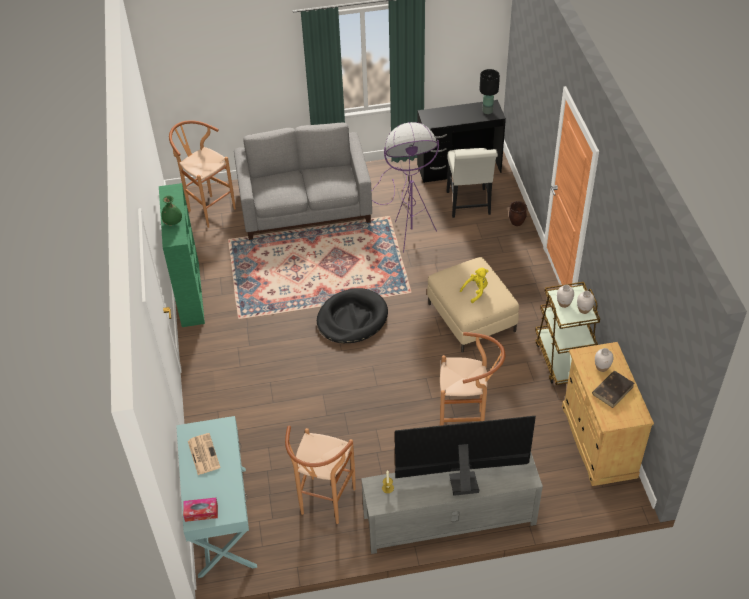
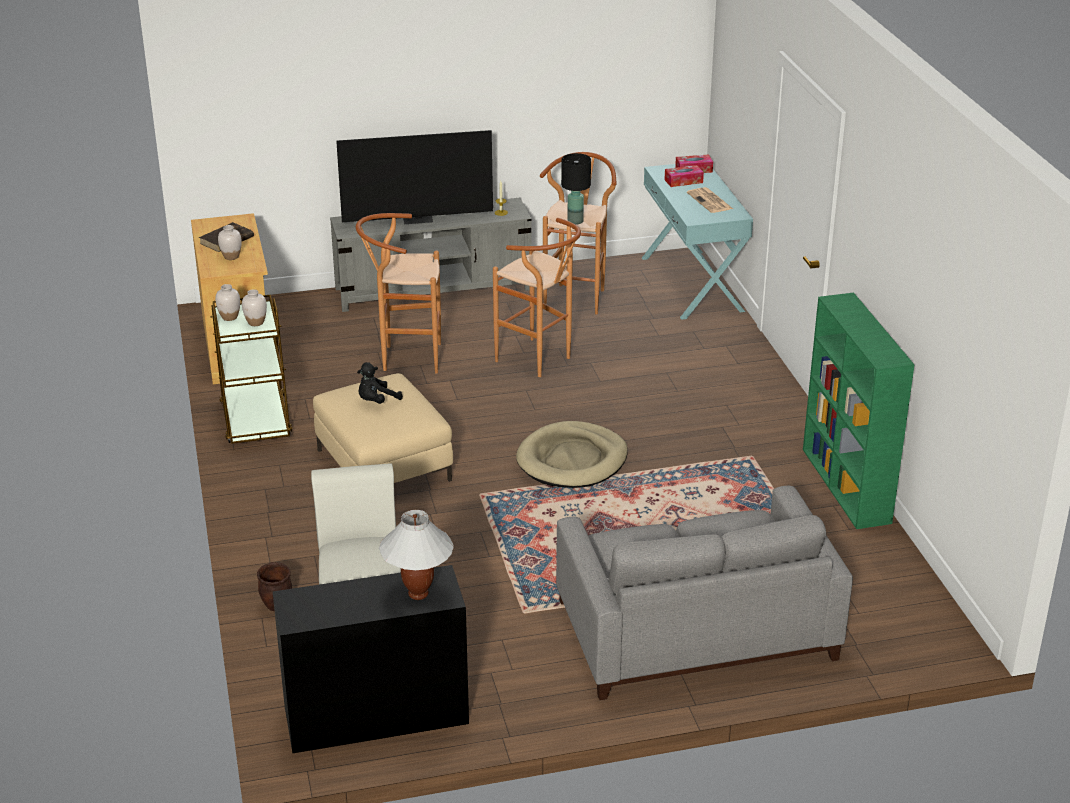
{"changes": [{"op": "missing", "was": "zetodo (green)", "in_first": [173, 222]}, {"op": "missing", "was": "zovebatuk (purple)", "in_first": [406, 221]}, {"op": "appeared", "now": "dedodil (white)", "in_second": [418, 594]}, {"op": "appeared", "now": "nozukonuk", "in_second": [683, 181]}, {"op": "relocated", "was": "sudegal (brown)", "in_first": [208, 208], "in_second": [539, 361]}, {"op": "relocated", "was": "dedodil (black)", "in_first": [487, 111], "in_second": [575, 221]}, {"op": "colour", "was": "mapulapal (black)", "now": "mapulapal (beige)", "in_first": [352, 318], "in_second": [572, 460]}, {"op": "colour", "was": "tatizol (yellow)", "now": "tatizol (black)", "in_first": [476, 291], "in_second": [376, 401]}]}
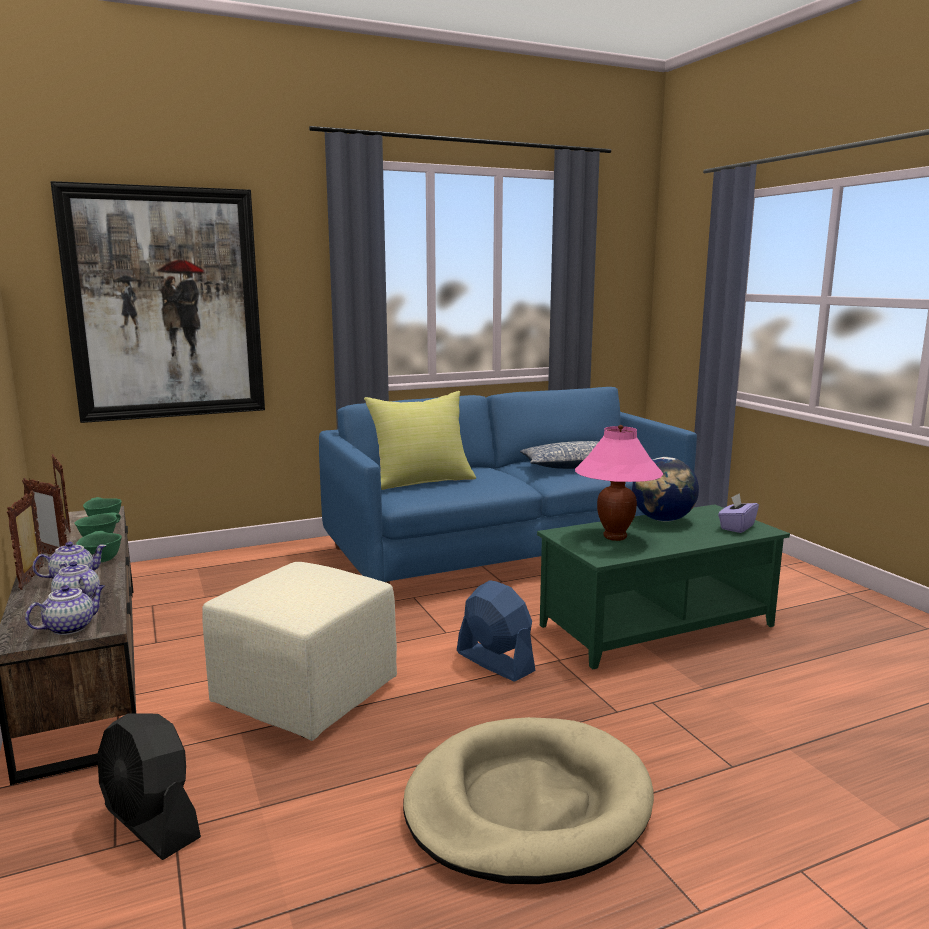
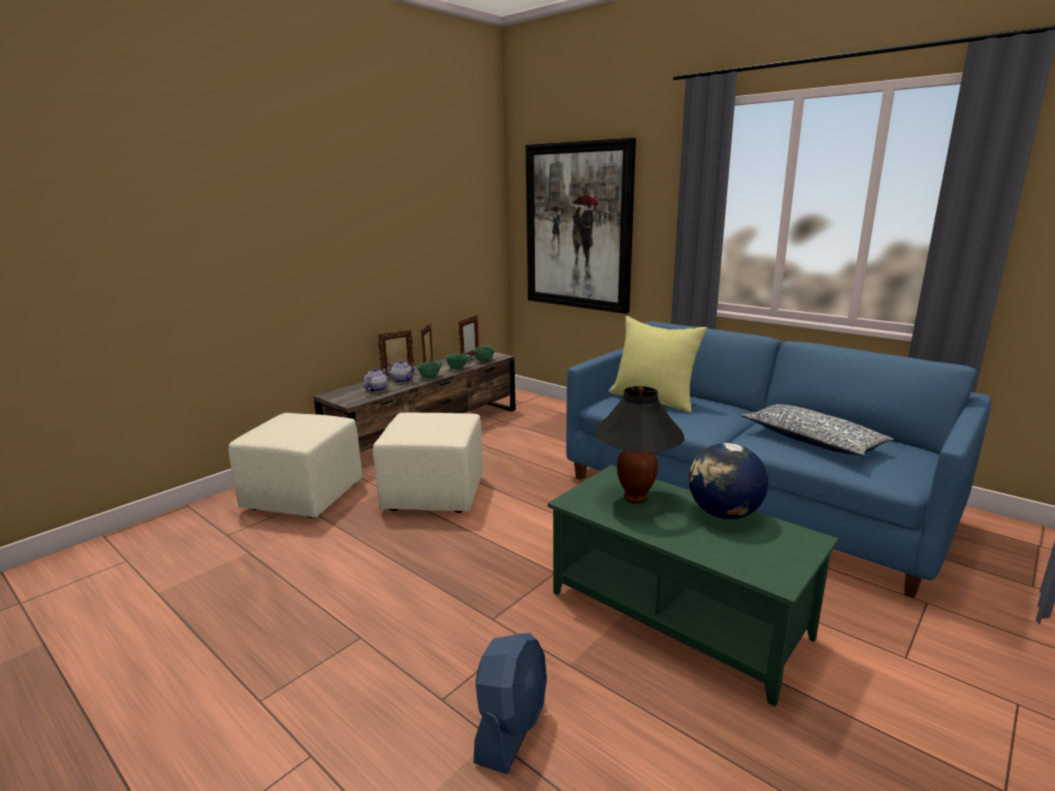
{"changes": [{"op": "missing", "was": "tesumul", "in_first": [70, 627]}, {"op": "missing", "was": "mapulapal (beige)", "in_first": [527, 805]}, {"op": "missing", "was": "nozukonuk (purple)", "in_first": [736, 527]}, {"op": "relocated", "was": "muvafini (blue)", "in_first": [494, 662], "in_second": [511, 726]}, {"op": "exchanged", "was": "muvafini (black)", "now": "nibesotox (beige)", "in_first": [151, 823], "in_second": [304, 497]}, {"op": "colour", "was": "dedodil (pink)", "now": "dedodil (black)", "in_first": [614, 537], "in_second": [635, 498]}]}
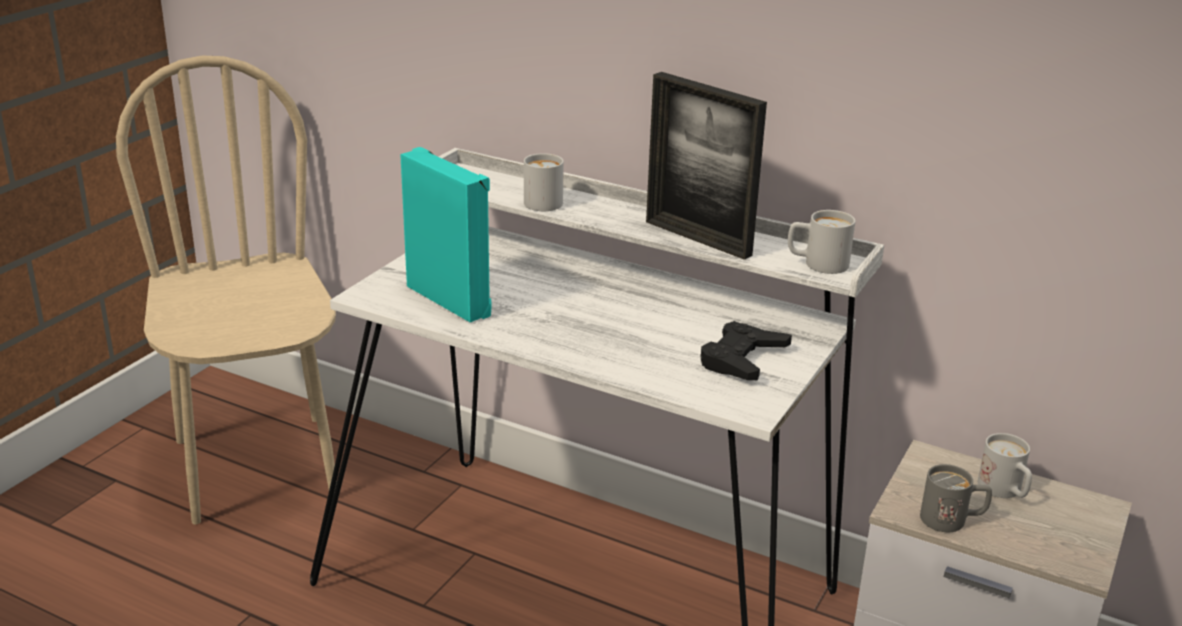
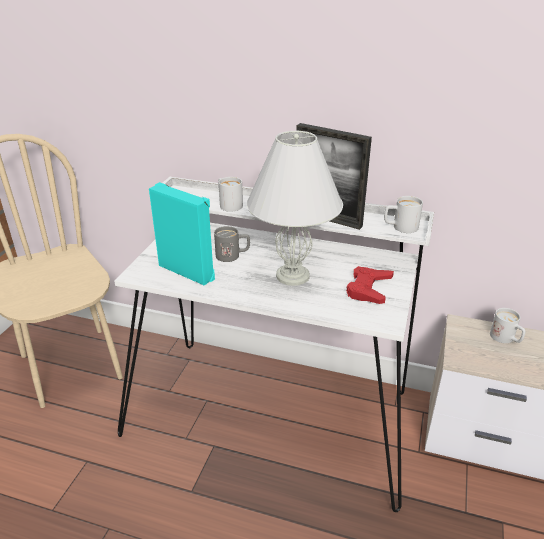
{"changes": [{"op": "appeared", "now": "dedodil (white)", "in_second": [292, 275]}, {"op": "relocated", "was": "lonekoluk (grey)", "in_first": [952, 520], "in_second": [233, 255]}, {"op": "colour", "was": "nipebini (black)", "now": "nipebini (red)", "in_first": [742, 359], "in_second": [368, 289]}]}
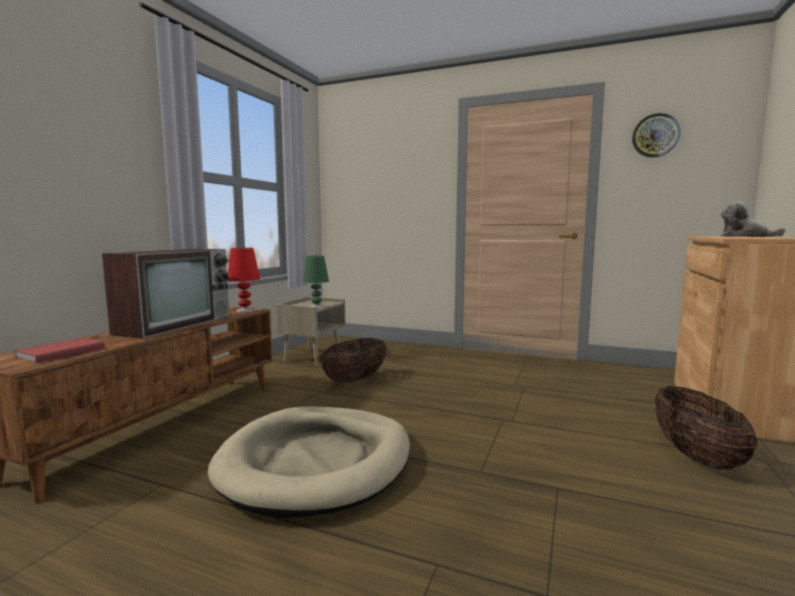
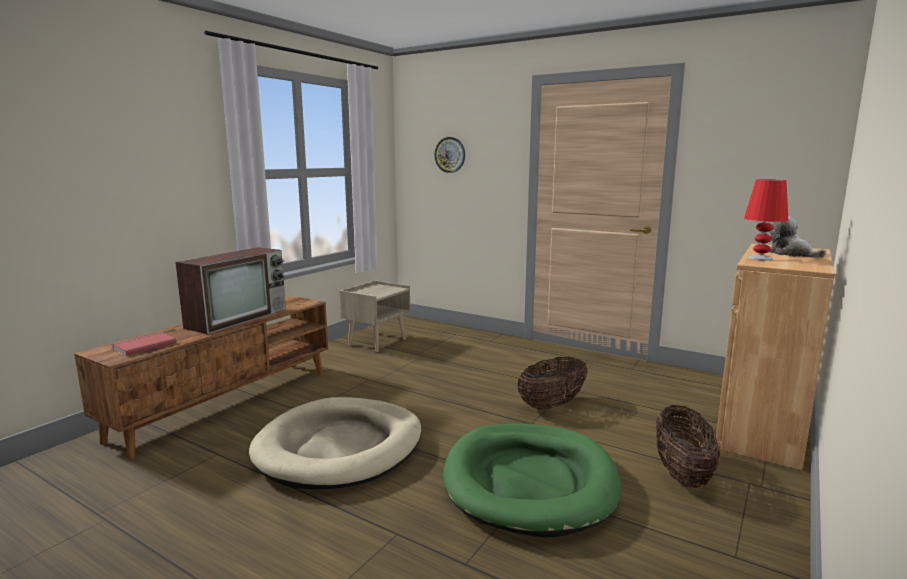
{"changes": [{"op": "missing", "was": "dedodil (green)", "in_first": [316, 306]}, {"op": "appeared", "now": "mapulapal (green)", "in_second": [529, 481]}, {"op": "relocated", "was": "dedodil (red)", "in_first": [245, 310], "in_second": [760, 258]}, {"op": "relocated", "was": "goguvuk", "in_first": [355, 380], "in_second": [552, 405]}, {"op": "relocated", "was": "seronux", "in_first": [655, 135], "in_second": [450, 155]}]}
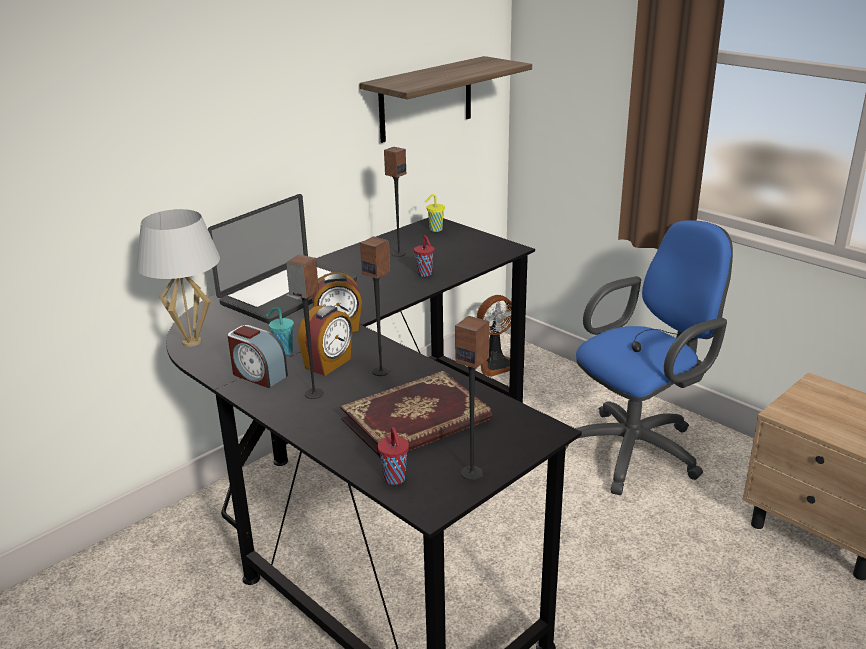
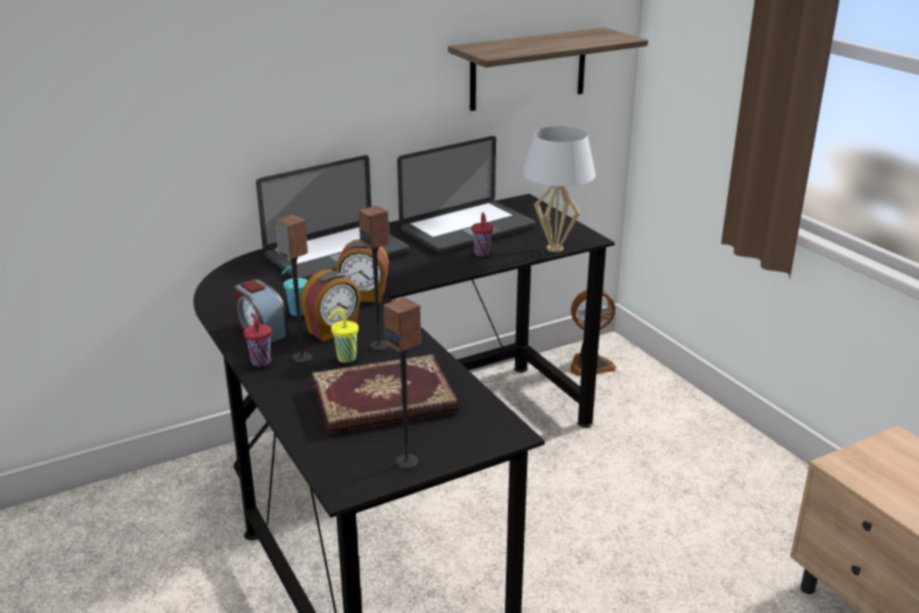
{"changes": [{"op": "missing", "was": "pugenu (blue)", "in_first": [638, 449]}, {"op": "relocated", "was": "dedodil (white)", "in_first": [192, 342], "in_second": [555, 249]}, {"op": "relocated", "was": "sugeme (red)", "in_first": [395, 479], "in_second": [260, 363]}, {"op": "relocated", "was": "sugeme (yellow)", "in_first": [435, 229], "in_second": [345, 358]}, {"op": "exchanged", "was": "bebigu", "now": "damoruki", "in_first": [398, 254], "in_second": [468, 229]}]}
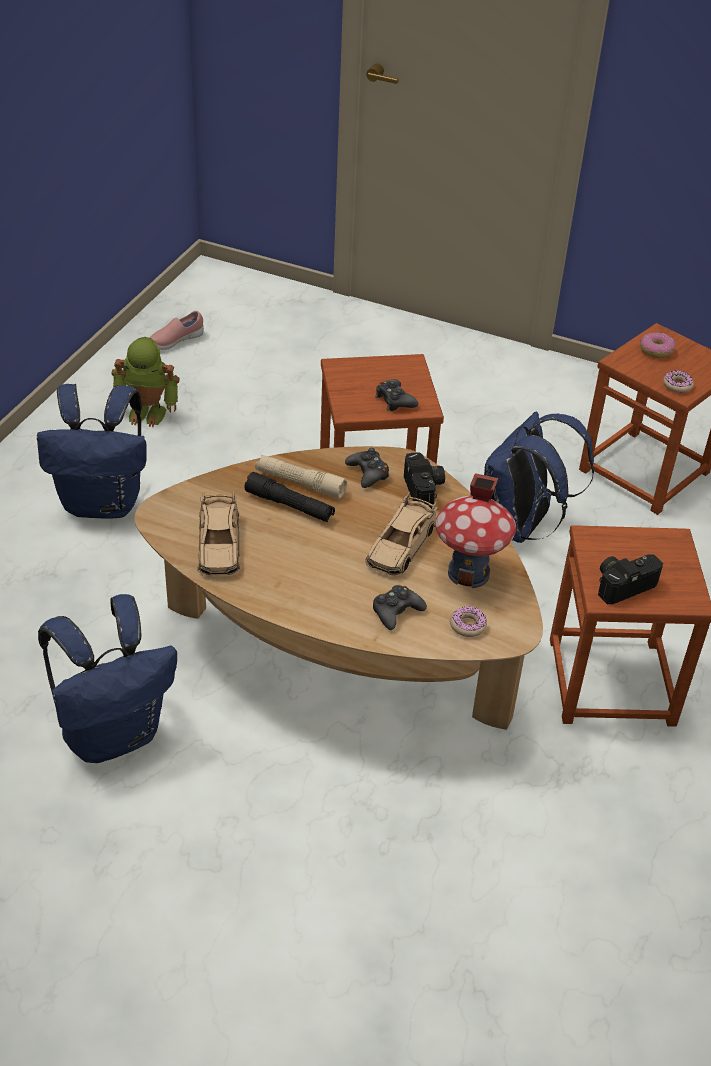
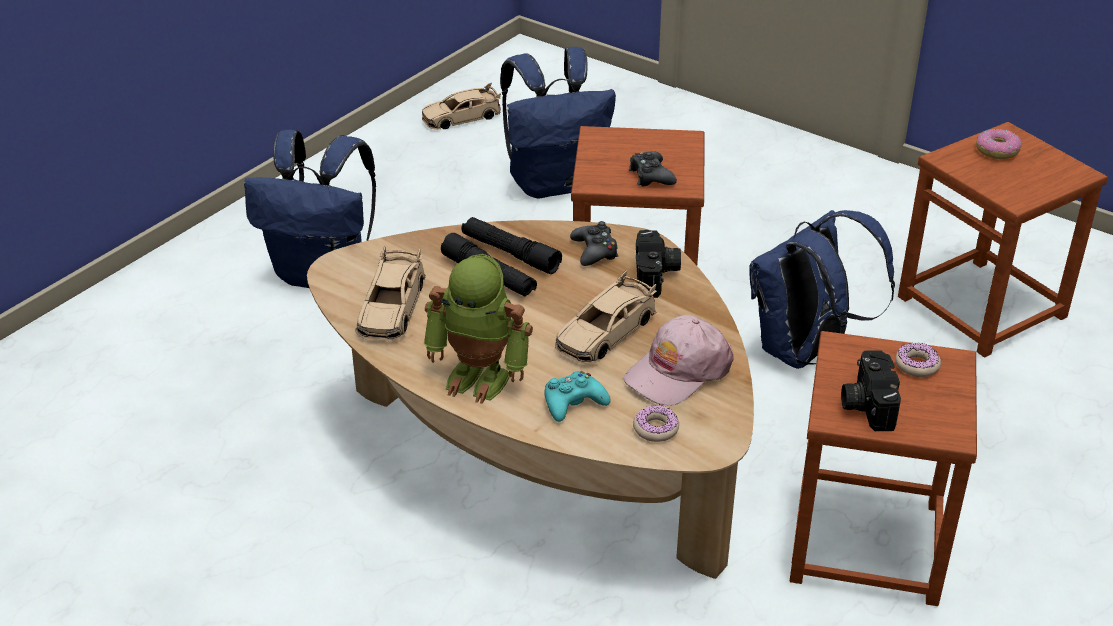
{"changes": [{"op": "relocated", "was": "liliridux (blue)", "in_first": [114, 734], "in_second": [553, 183]}, {"op": "relocated", "was": "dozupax", "in_first": [148, 412], "in_second": [480, 377]}, {"op": "relocated", "was": "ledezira", "in_first": [677, 385], "in_second": [917, 365]}, {"op": "exchanged", "was": "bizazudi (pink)", "now": "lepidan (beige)", "in_first": [175, 341], "in_second": [461, 117]}, {"op": "exchanged", "was": "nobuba", "now": "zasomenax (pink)", "in_first": [469, 573], "in_second": [678, 371]}, {"op": "colour", "was": "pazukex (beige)", "now": "pazukex (black)", "in_first": [300, 483], "in_second": [510, 253]}, {"op": "colour", "was": "nipebini (black)", "now": "nipebini (turquoise)", "in_first": [396, 611], "in_second": [573, 403]}, {"op": "spun", "was": "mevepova", "in_first": [623, 584], "in_second": [866, 403], "clockwise": -75}]}
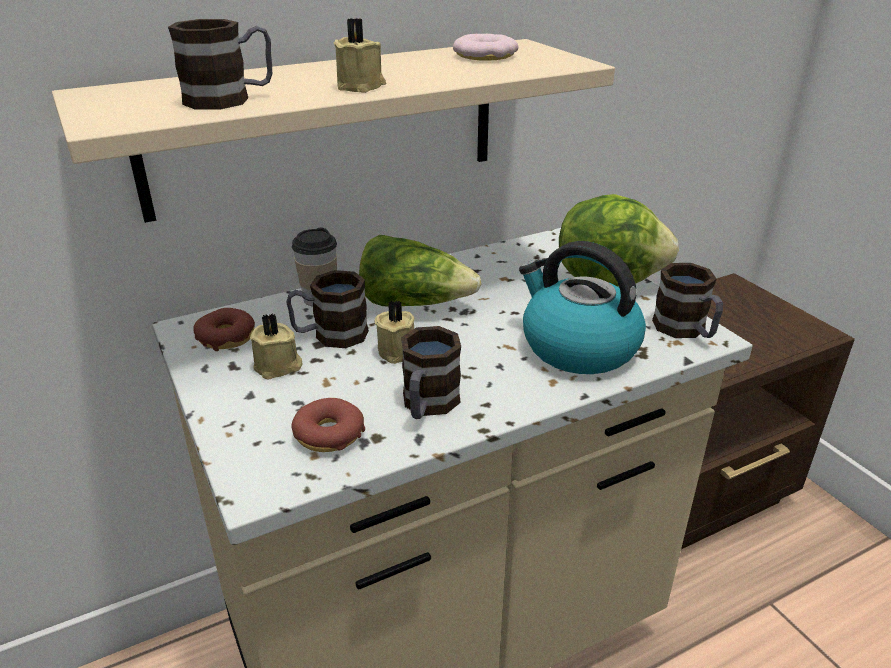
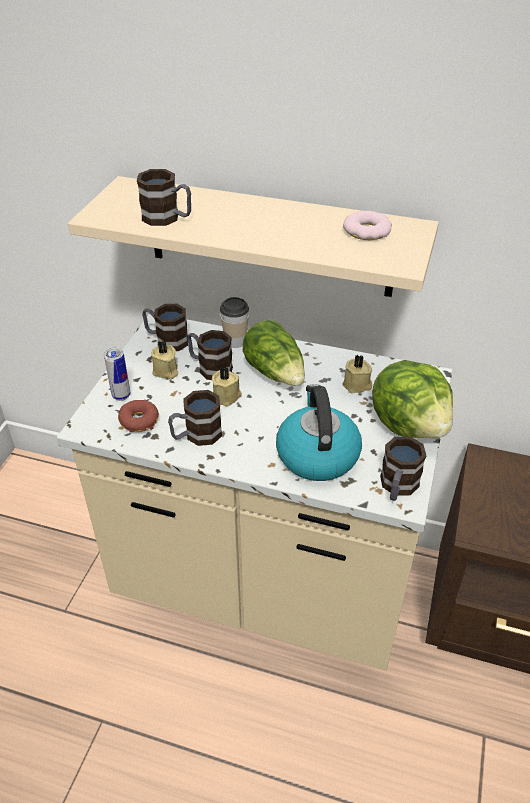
{"changes": [{"op": "appeared", "now": "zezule", "in_second": [121, 396]}, {"op": "relocated", "was": "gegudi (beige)", "in_first": [361, 86], "in_second": [357, 385]}, {"op": "exchanged", "was": "ledezira", "now": "lonekoluk", "in_first": [226, 337], "in_second": [166, 340]}]}
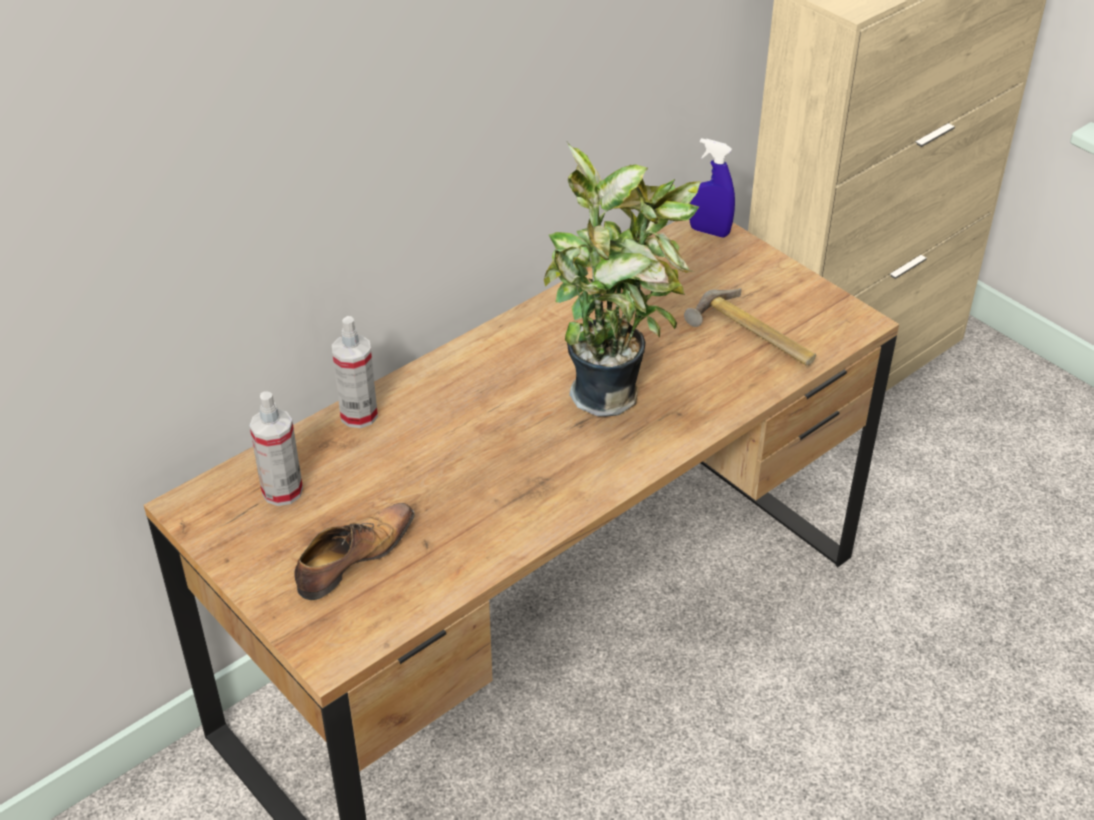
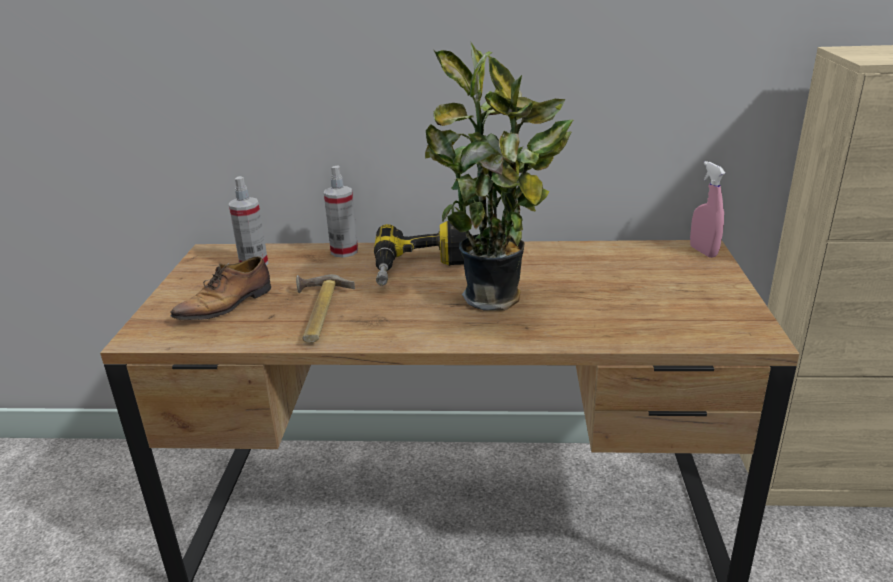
{"changes": [{"op": "appeared", "now": "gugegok", "in_second": [420, 267]}, {"op": "relocated", "was": "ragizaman", "in_first": [751, 337], "in_second": [316, 313]}, {"op": "colour", "was": "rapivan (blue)", "now": "rapivan (pink)", "in_first": [709, 231], "in_second": [703, 251]}, {"op": "spun", "was": "bizazudi", "in_first": [353, 559], "in_second": [227, 305], "clockwise": 135}]}
